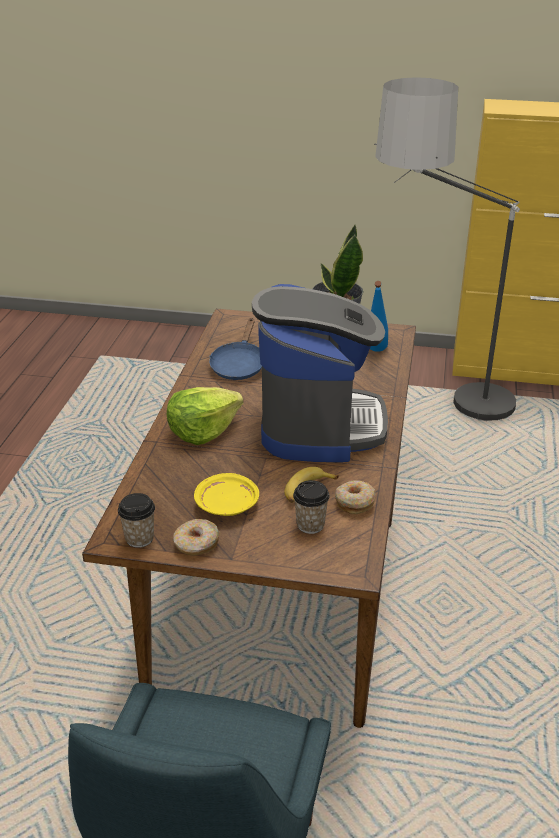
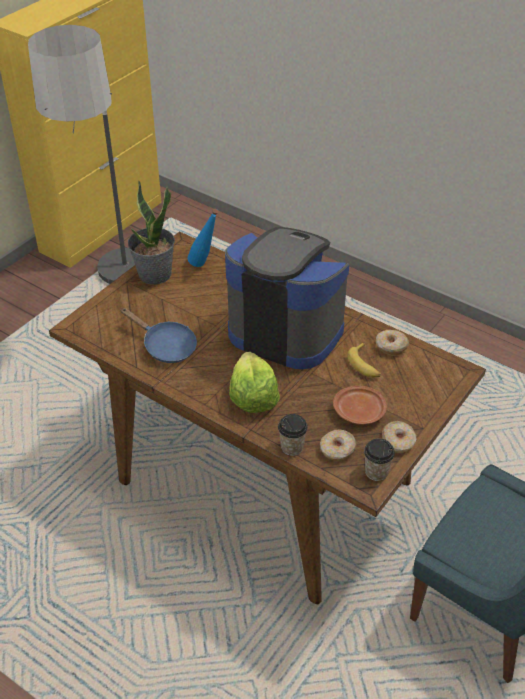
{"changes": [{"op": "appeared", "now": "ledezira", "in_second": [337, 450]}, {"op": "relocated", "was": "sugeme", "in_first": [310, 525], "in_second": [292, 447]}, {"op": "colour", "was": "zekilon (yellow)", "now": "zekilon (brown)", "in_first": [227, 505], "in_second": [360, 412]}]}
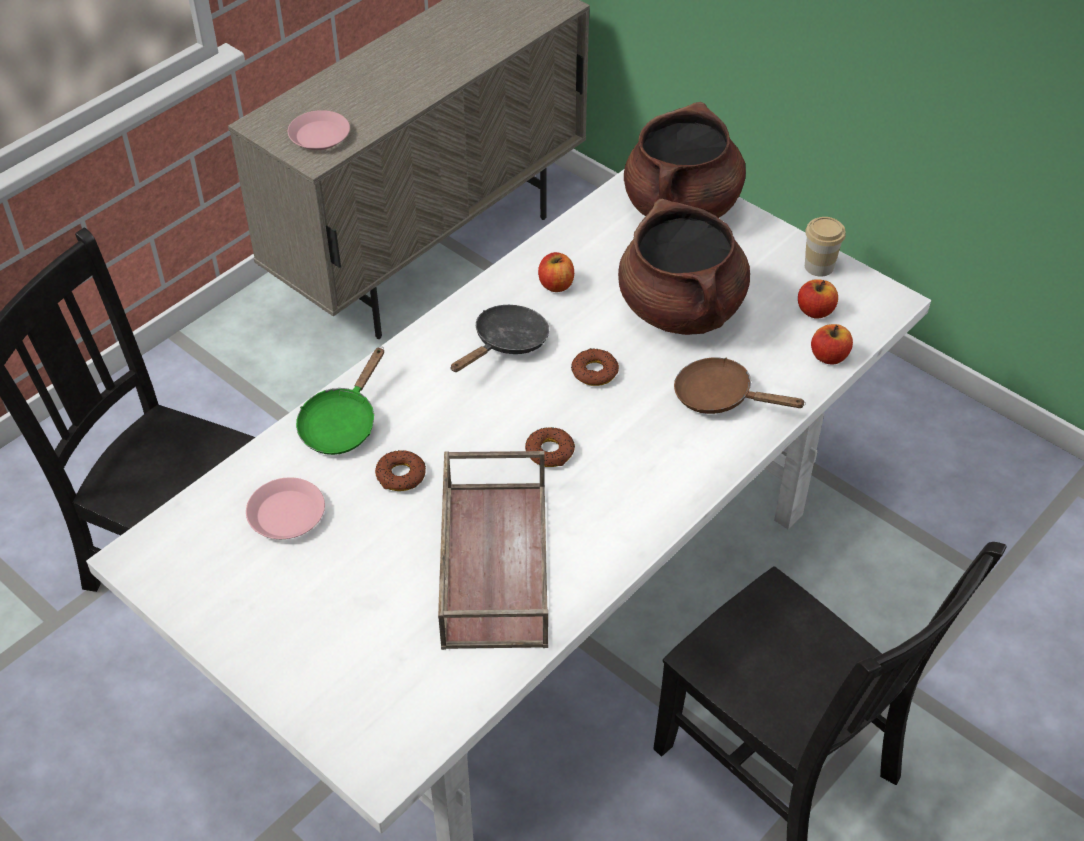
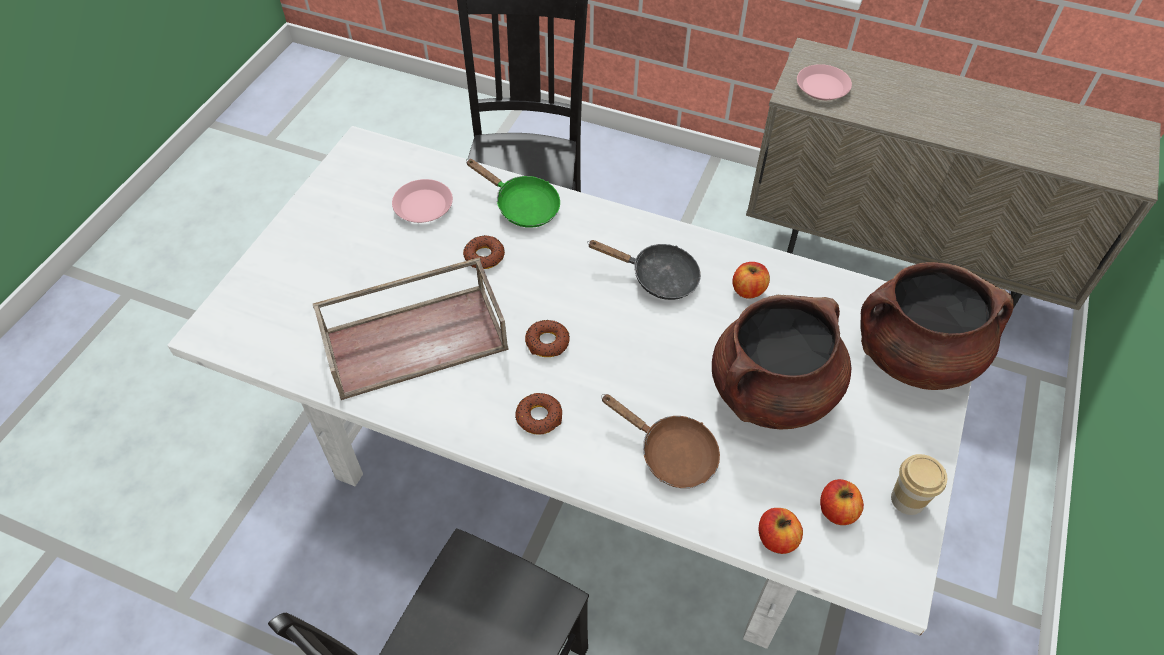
{"changes": [{"op": "relocated", "was": "ledezira", "in_first": [594, 371], "in_second": [539, 417]}, {"op": "spun", "was": "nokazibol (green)", "in_first": [342, 423], "in_second": [522, 206], "clockwise": -150}, {"op": "spun", "was": "nokazibol (brown)", "in_first": [720, 397], "in_second": [671, 454], "clockwise": 120}]}
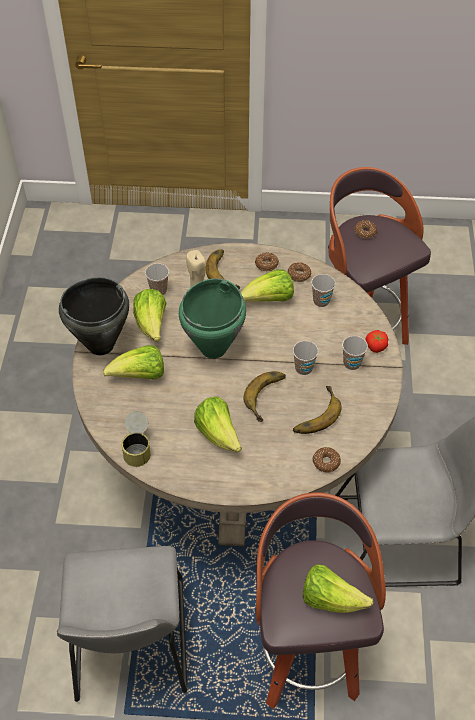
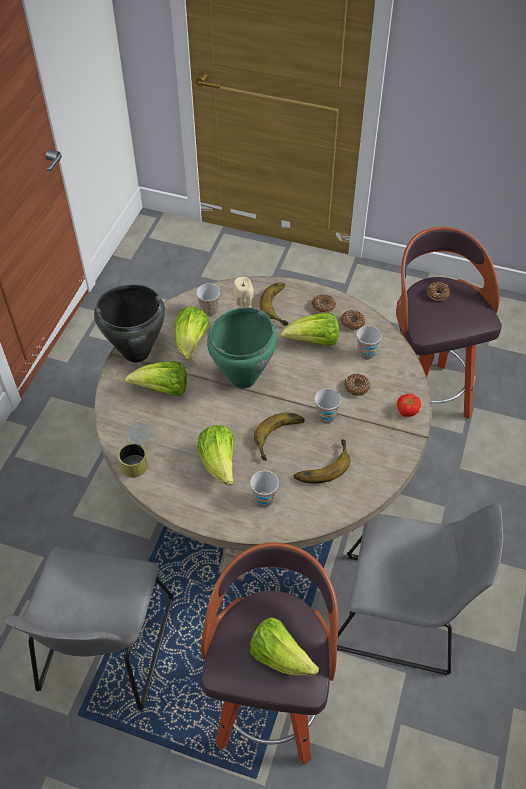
{"changes": [{"op": "relocated", "was": "ledezira", "in_first": [326, 462], "in_second": [356, 387]}, {"op": "relocated", "was": "sugeme", "in_first": [352, 363], "in_second": [264, 499]}]}
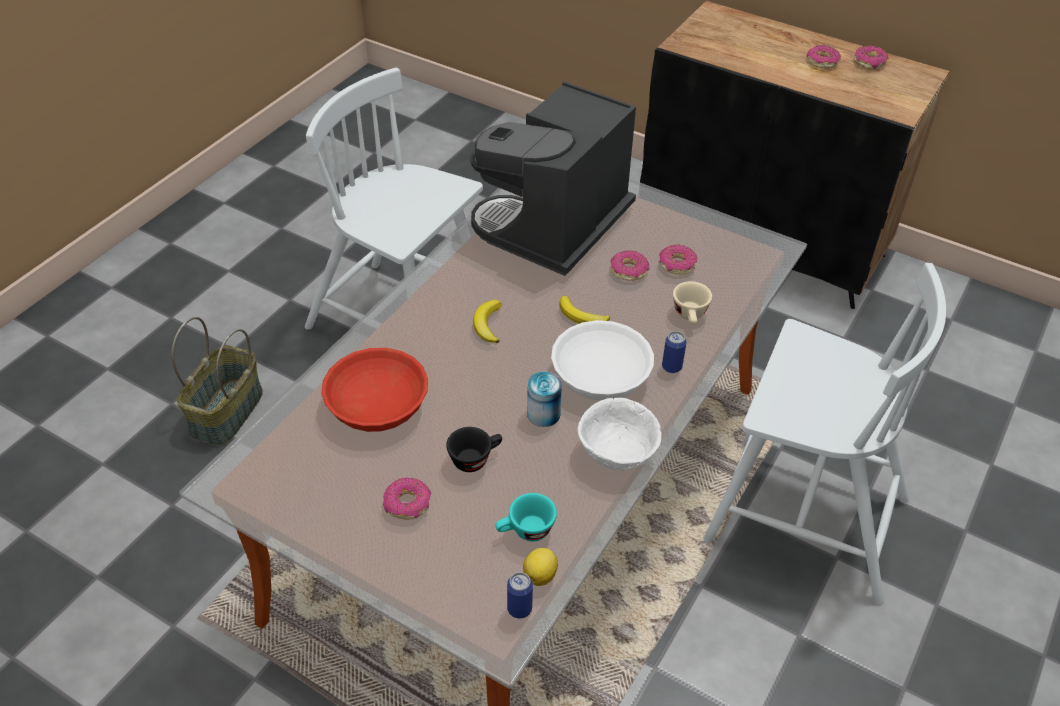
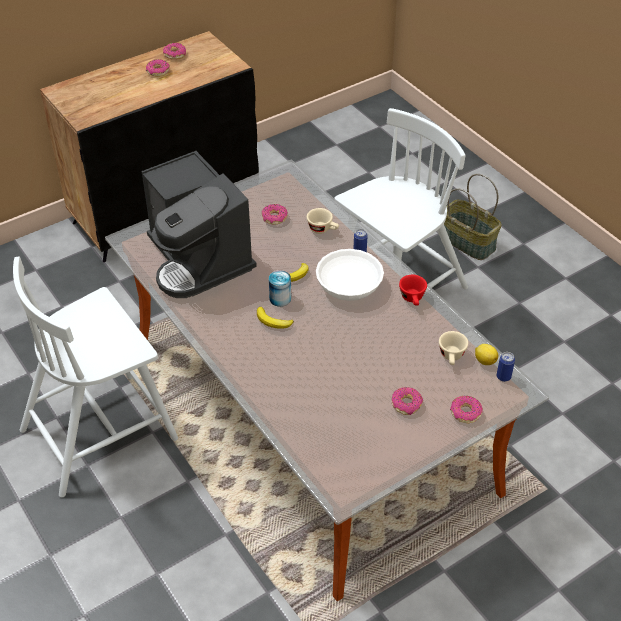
{"changes": [{"op": "missing", "was": "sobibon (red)", "in_first": [377, 404]}, {"op": "missing", "was": "sugeme (black)", "in_first": [475, 458]}, {"op": "relocated", "was": "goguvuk", "in_first": [228, 413], "in_second": [468, 242]}, {"op": "relocated", "was": "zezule", "in_first": [543, 414], "in_second": [280, 298]}, {"op": "relocated", "was": "ledezira", "in_first": [628, 270], "in_second": [465, 413]}, {"op": "exchanged", "was": "sobibon (white)", "now": "sugeme (red)", "in_first": [617, 452], "in_second": [413, 299]}, {"op": "colour", "was": "sugeme (turquoise)", "now": "sugeme (beige)", "in_first": [525, 531], "in_second": [452, 357]}]}
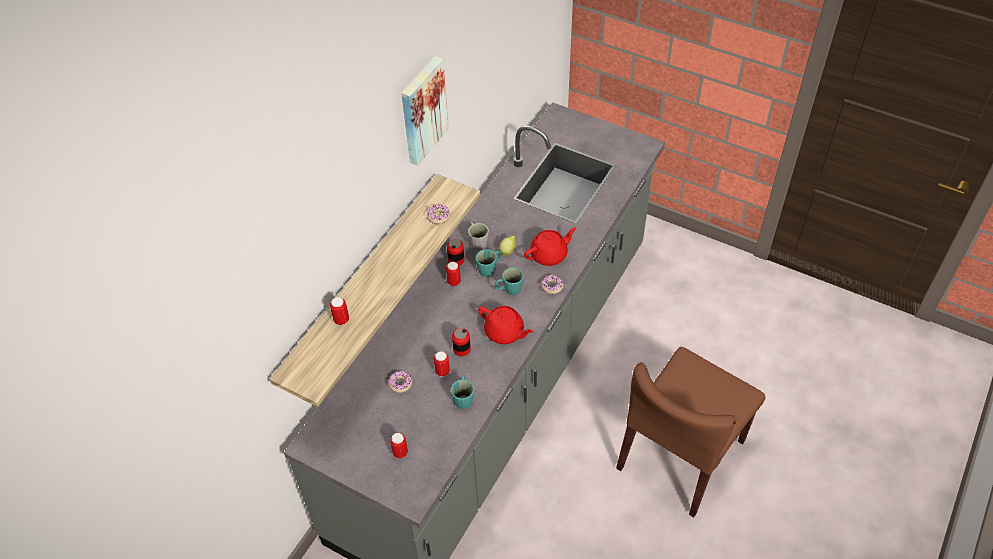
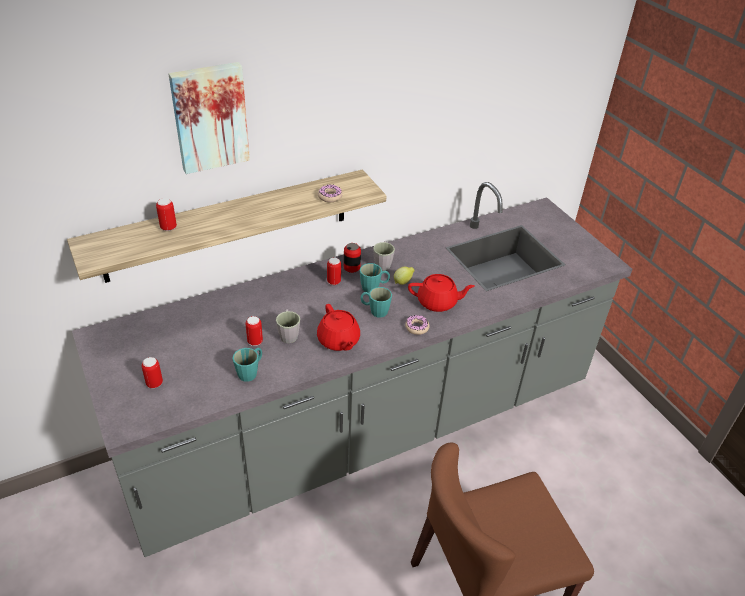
{"changes": [{"op": "missing", "was": "ledezira", "in_first": [400, 384]}, {"op": "relocated", "was": "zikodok", "in_first": [422, 110], "in_second": [210, 117]}, {"op": "exchanged", "was": "zezule", "now": "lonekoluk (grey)", "in_first": [461, 349], "in_second": [288, 334]}]}
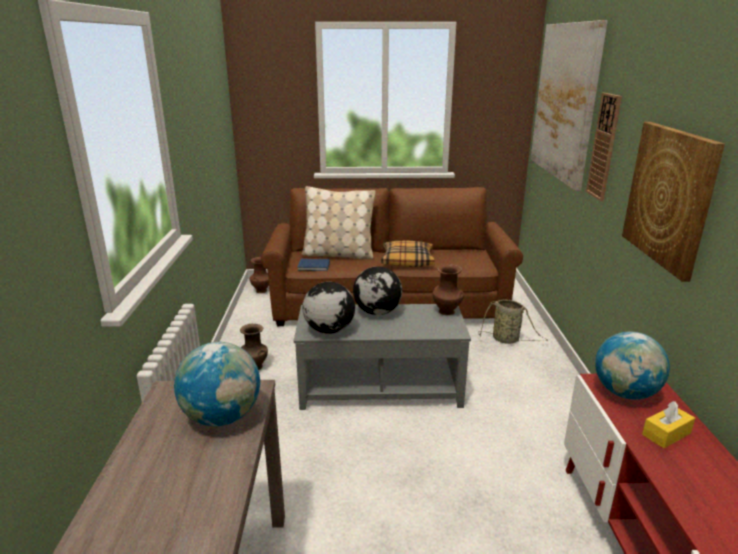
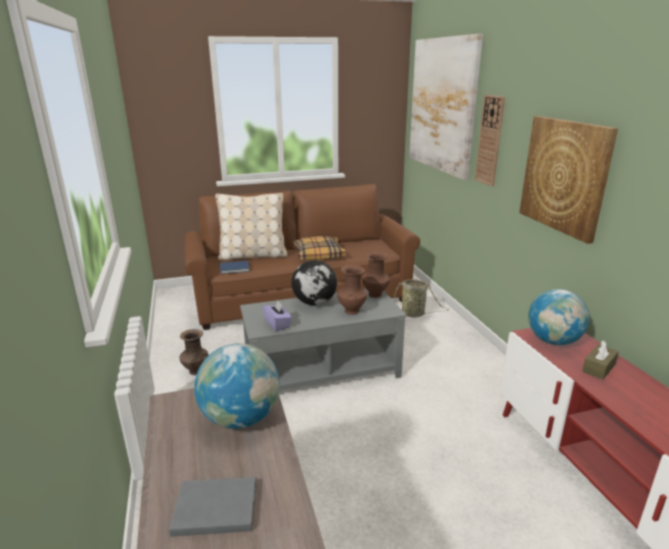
{"changes": [{"op": "appeared", "now": "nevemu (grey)", "in_second": [213, 507]}, {"op": "relocated", "was": "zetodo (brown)", "in_first": [261, 290], "in_second": [351, 311]}, {"op": "exchanged", "was": "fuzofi", "now": "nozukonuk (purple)", "in_first": [329, 330], "in_second": [277, 324]}, {"op": "colour", "was": "nozukonuk (yellow)", "now": "nozukonuk (brown)", "in_first": [666, 434], "in_second": [598, 368]}]}
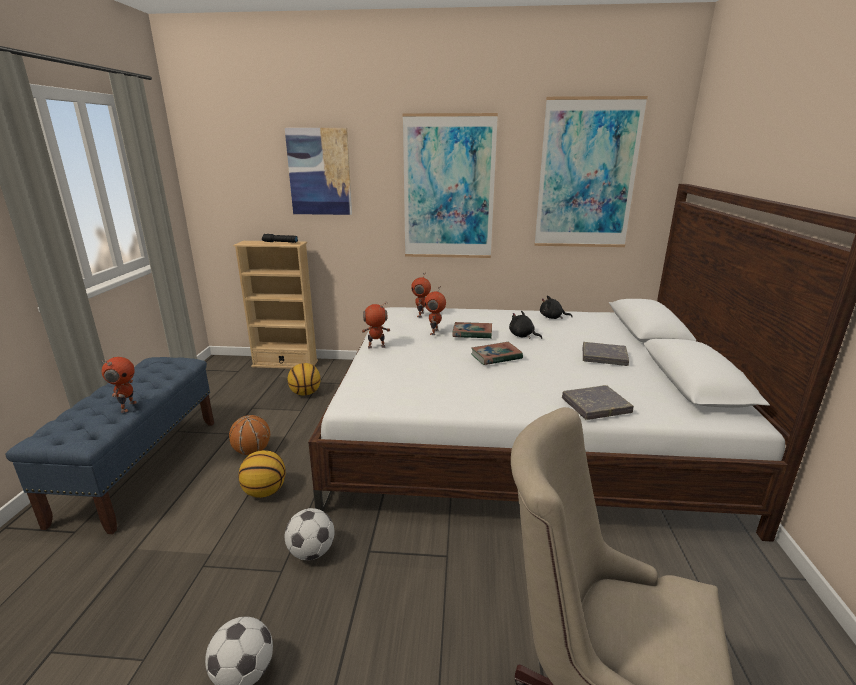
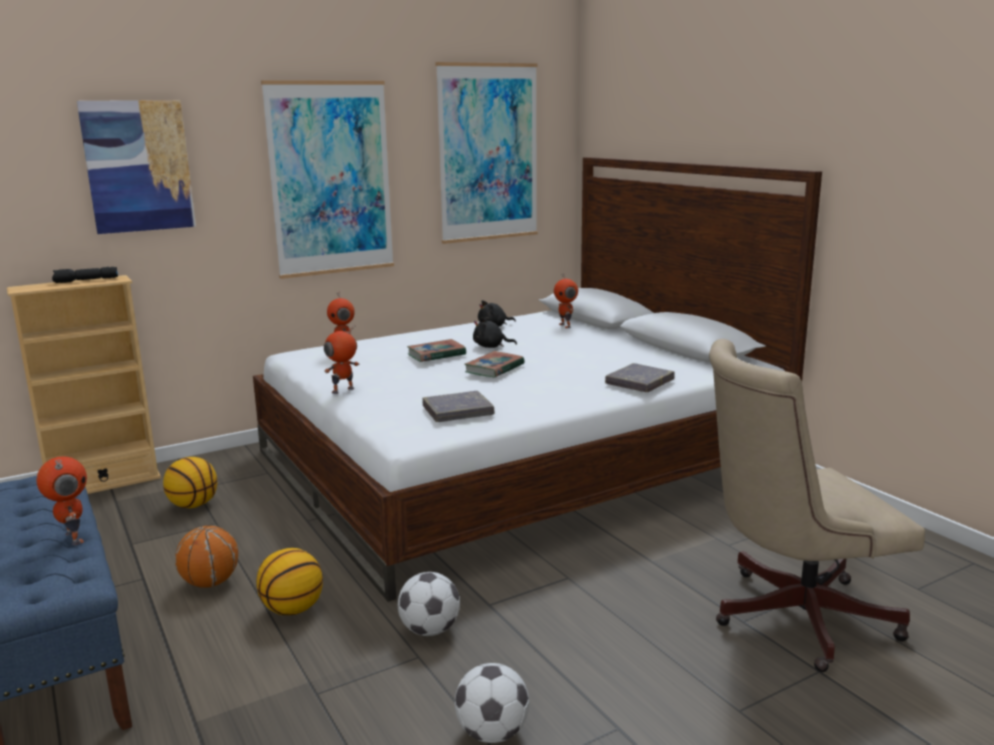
{"changes": [{"op": "relocated", "was": "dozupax", "in_first": [435, 332], "in_second": [566, 326]}, {"op": "relocated", "was": "nevemu (grey)", "in_first": [604, 357], "in_second": [458, 411]}]}
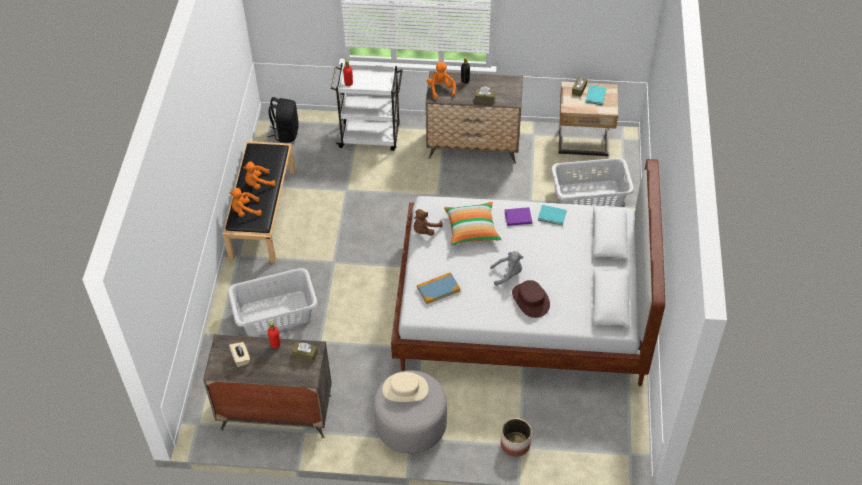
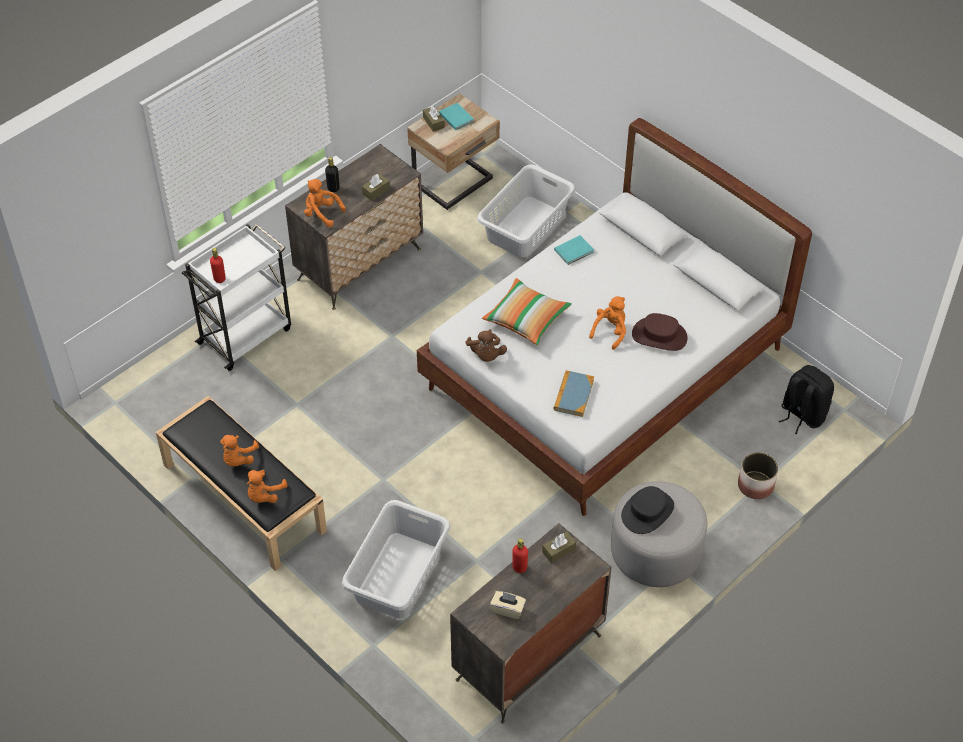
{"changes": [{"op": "missing", "was": "nevemu (purple)", "in_first": [517, 217]}, {"op": "relocated", "was": "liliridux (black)", "in_first": [286, 133], "in_second": [802, 414]}, {"op": "colour", "was": "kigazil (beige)", "now": "kigazil (black)", "in_first": [405, 389], "in_second": [647, 512]}, {"op": "colour", "was": "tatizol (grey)", "now": "tatizol (orange)", "in_first": [508, 274], "in_second": [610, 331]}]}
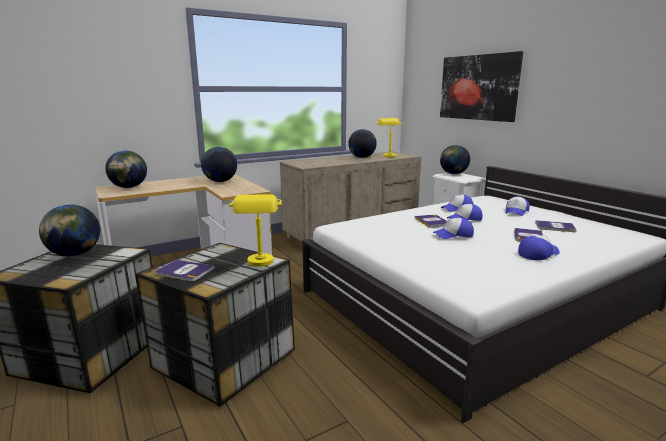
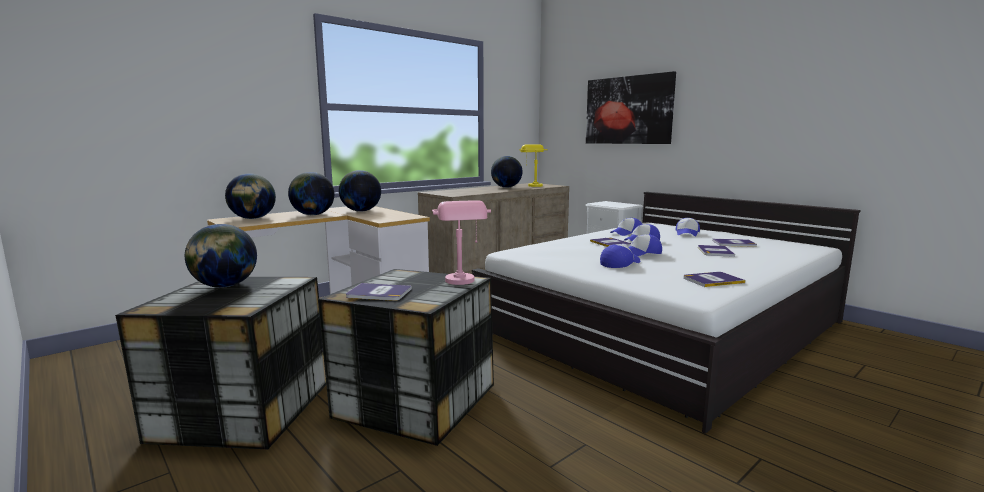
{"changes": [{"op": "appeared", "now": "nevemu", "in_second": [712, 280]}, {"op": "relocated", "was": "fuzofi", "in_first": [453, 174], "in_second": [312, 215]}, {"op": "relocated", "was": "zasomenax", "in_first": [538, 254], "in_second": [620, 263]}, {"op": "colour", "was": "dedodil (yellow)", "now": "dedodil (pink)", "in_first": [260, 265], "in_second": [462, 283]}]}
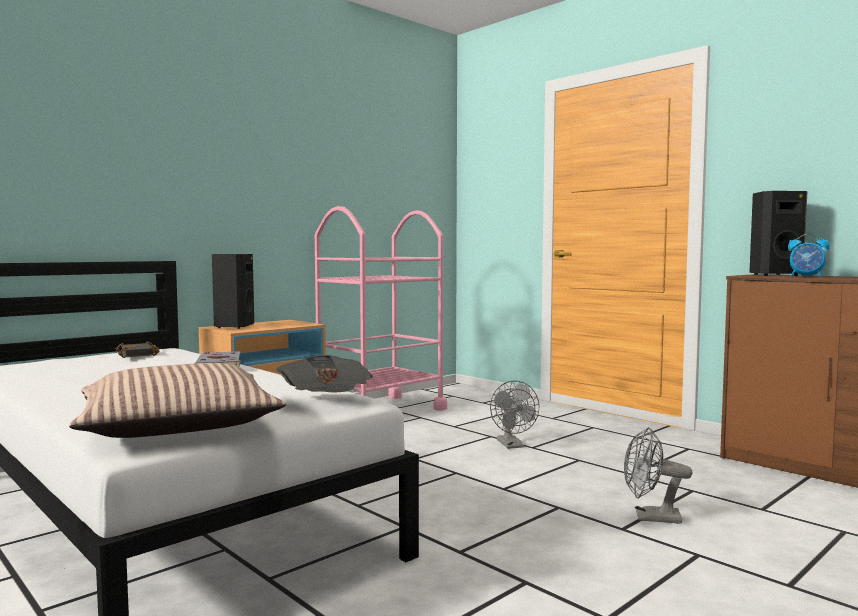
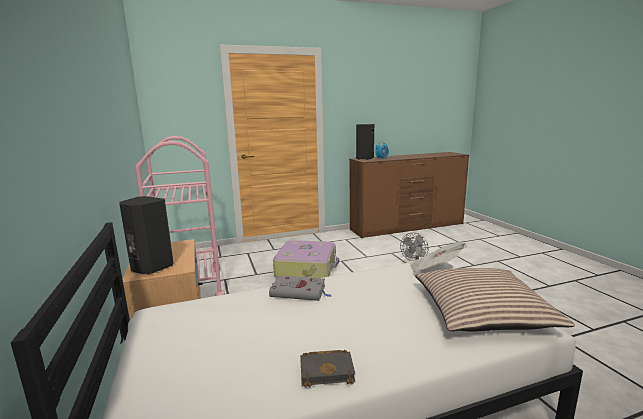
{"changes": [{"op": "relocated", "was": "nevemu (black)", "in_first": [139, 354], "in_second": [328, 370]}, {"op": "exchanged", "was": "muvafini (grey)", "now": "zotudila", "in_first": [512, 445], "in_second": [307, 268]}]}
